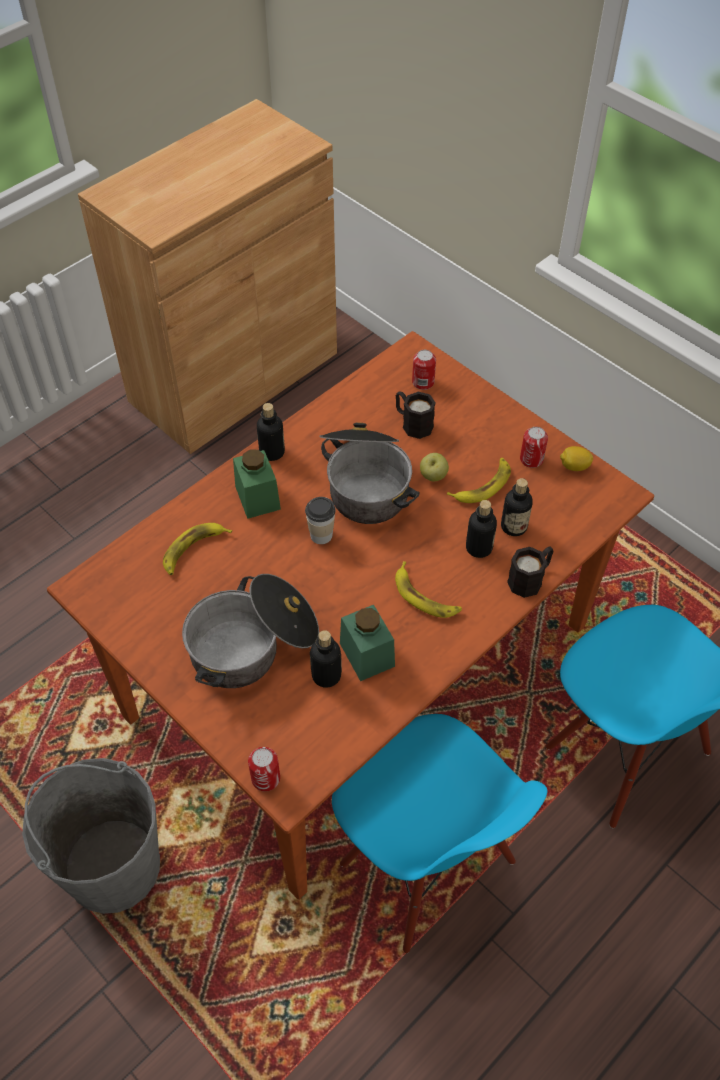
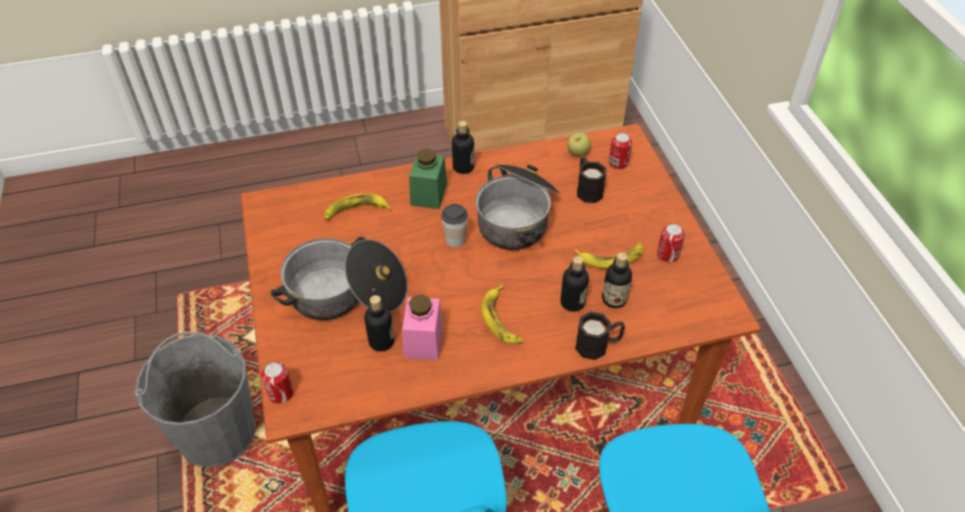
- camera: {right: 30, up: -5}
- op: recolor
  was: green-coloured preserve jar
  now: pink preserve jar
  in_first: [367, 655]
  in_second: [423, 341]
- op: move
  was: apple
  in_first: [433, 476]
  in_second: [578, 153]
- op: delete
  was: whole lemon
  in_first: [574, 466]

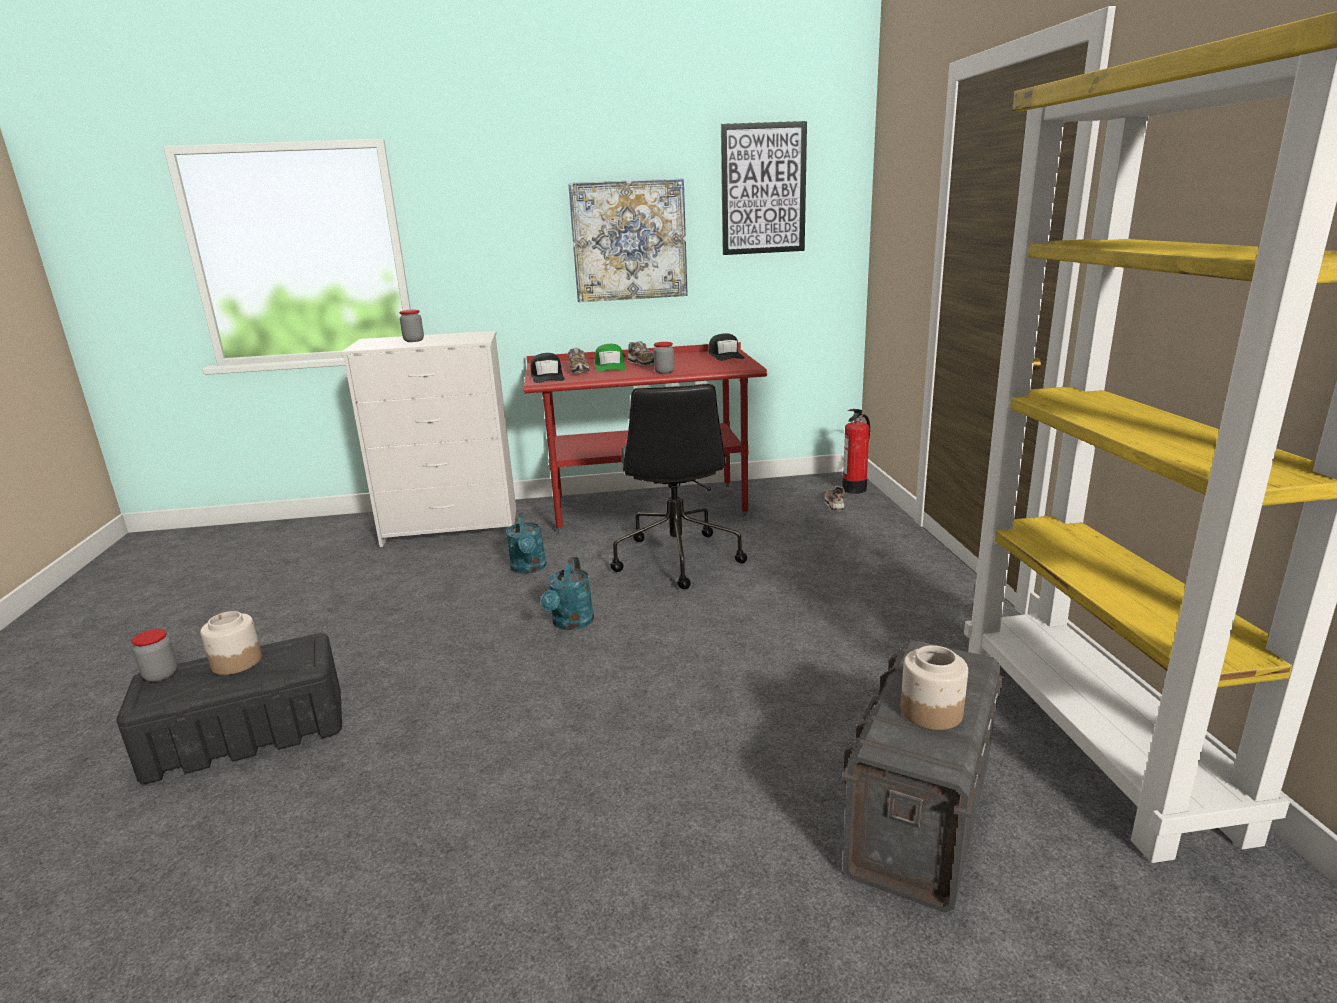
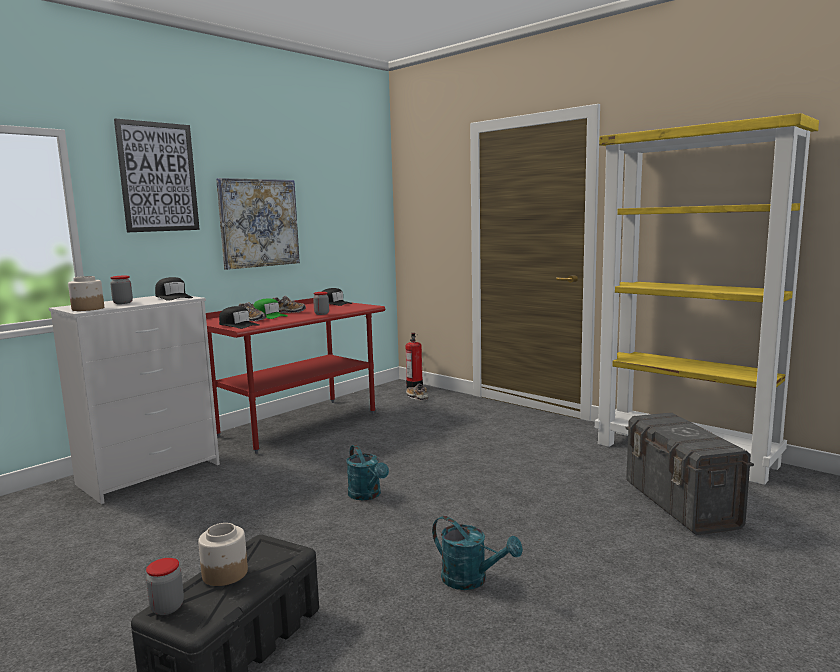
- camera: {right: -40, up: -10}
- op: move
  was: preserve jar
  in_first: [930, 712]
  in_second: [87, 309]
- op: move
  was: wall art
  in_first: [763, 189]
  in_second: [158, 177]
- op: insert
  now: blackish peaked cap
  in_second: [173, 297]
- op: move
  was: turquoise-coloured watering can
  in_first: [529, 568]
  in_second: [471, 580]
- op: delete
  was: blackish desk chair
  in_first: [676, 558]

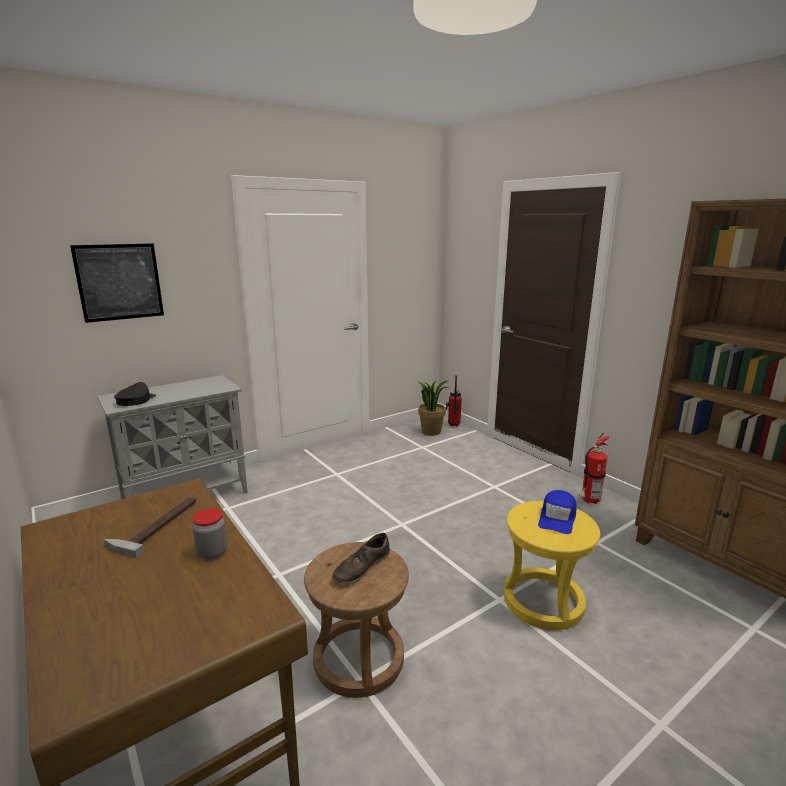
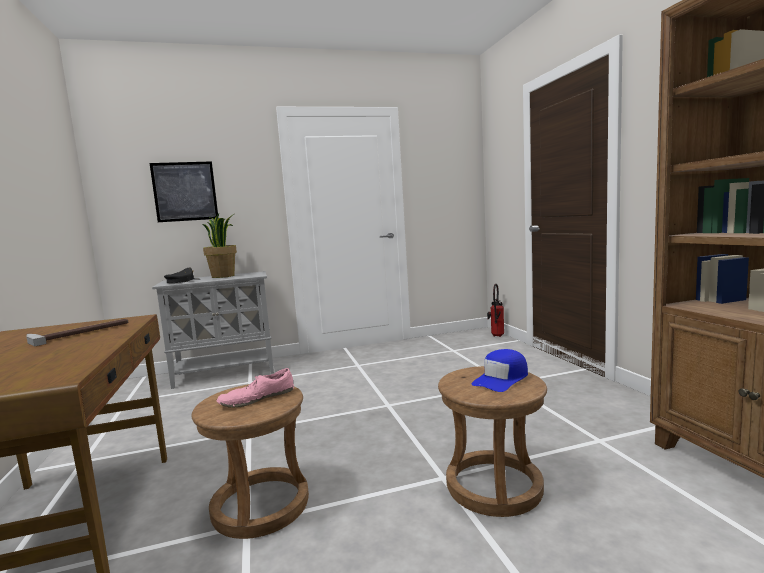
- camera: {right: 20, up: -10}
- op: move
  was: houseplant
  in_first: [431, 431]
  in_second: [223, 276]
- op: recolor
  was: brown-coloured item of footwear
  now: pink item of footwear
  in_first: [361, 567]
  in_second: [257, 398]
- op: recolor
  was: yellowish stool
  now: brown-coloured stool
  in_first: [543, 601]
  in_second: [494, 486]
- op: delete
  was: preserve jar
  in_first: [212, 552]
- op: delete
  was: fire extinguisher
  in_first: [589, 501]

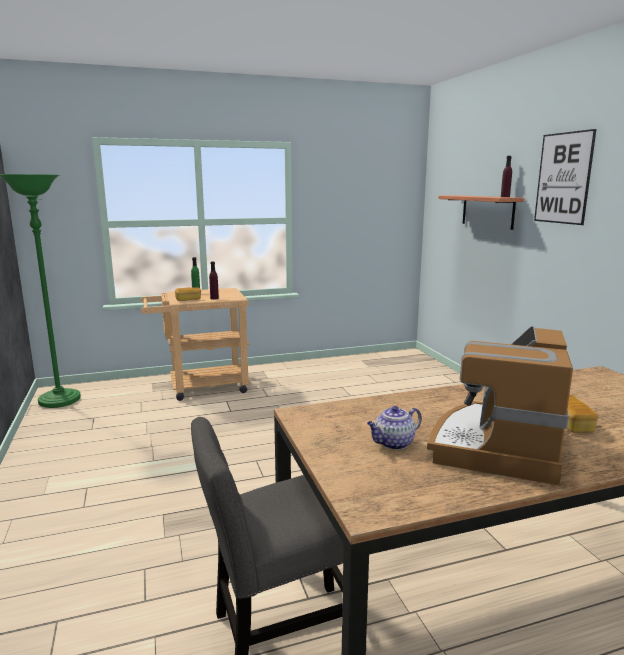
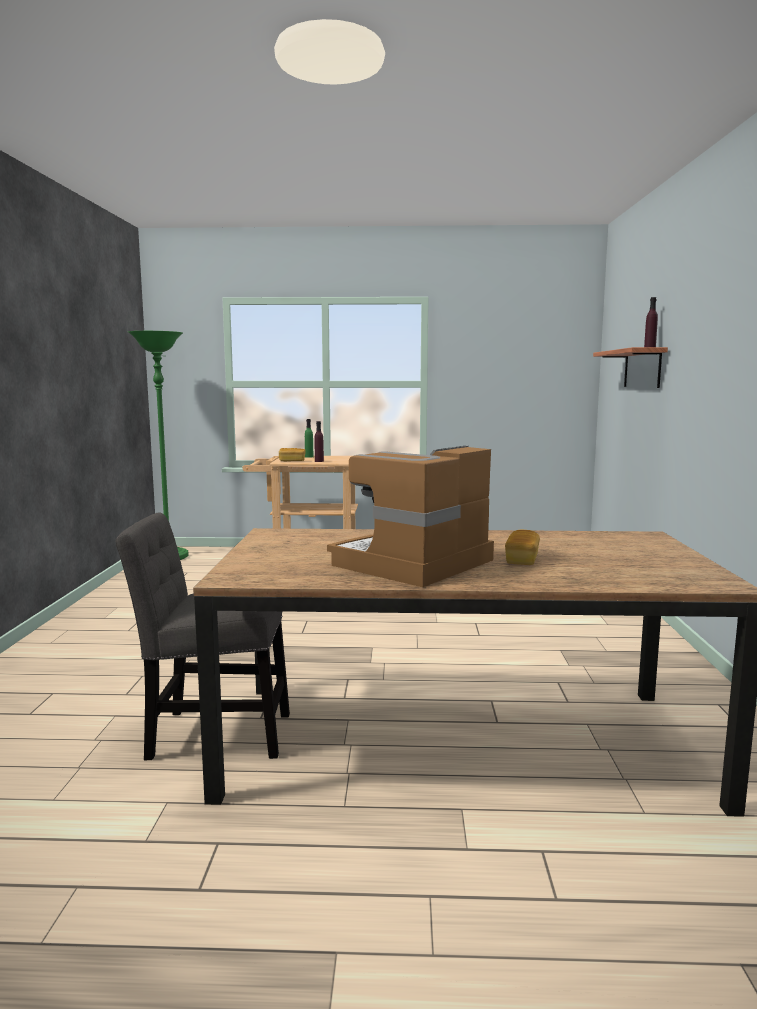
- camera: {right: 20, up: -5}
- op: delete
  was: tea pot
  in_first: [393, 443]
- op: delete
  was: wall art
  in_first: [563, 178]

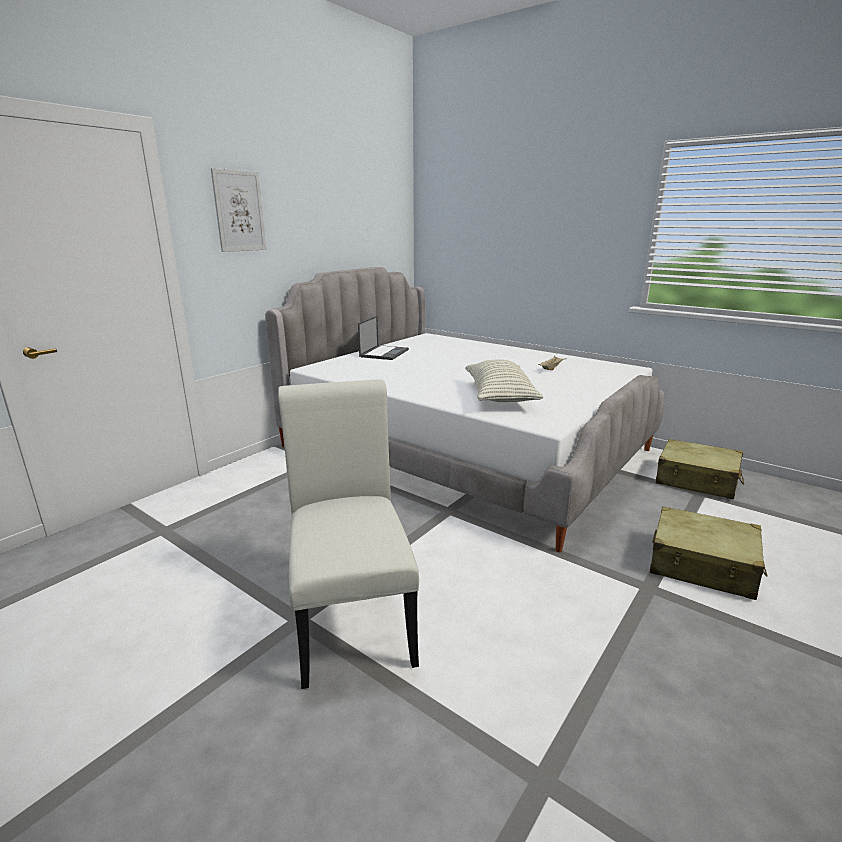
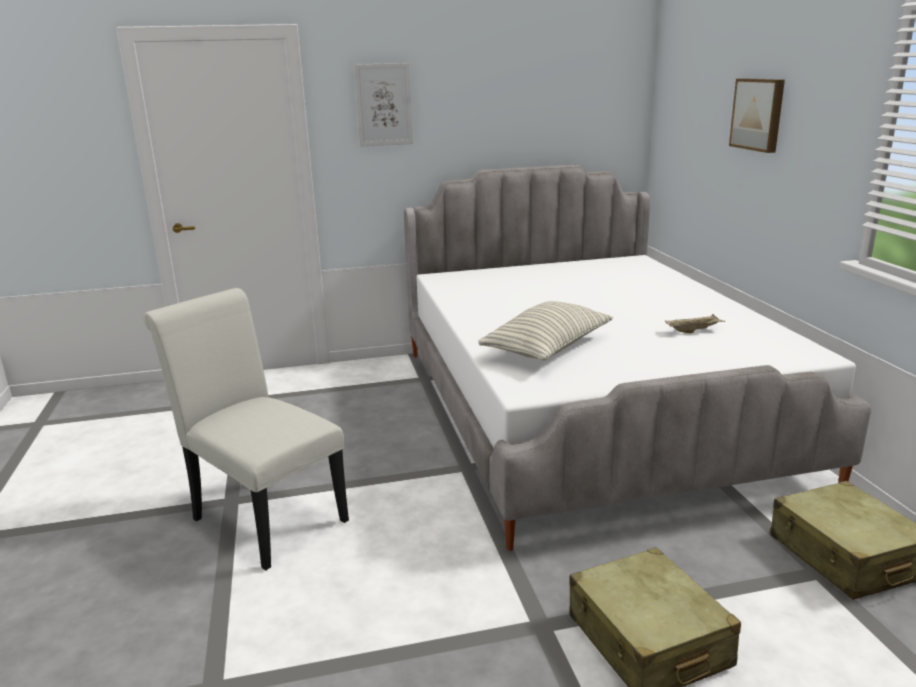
- camera: {right: 40, up: 0}
- op: rotate
  was: white-coloured plain chair
  in_first: [351, 617]
  in_second: [263, 516]
  clockwise: -75
- op: insert
  now: wall art
  in_second: [759, 114]
- op: delete
  was: notebook computer
  in_first: [384, 353]

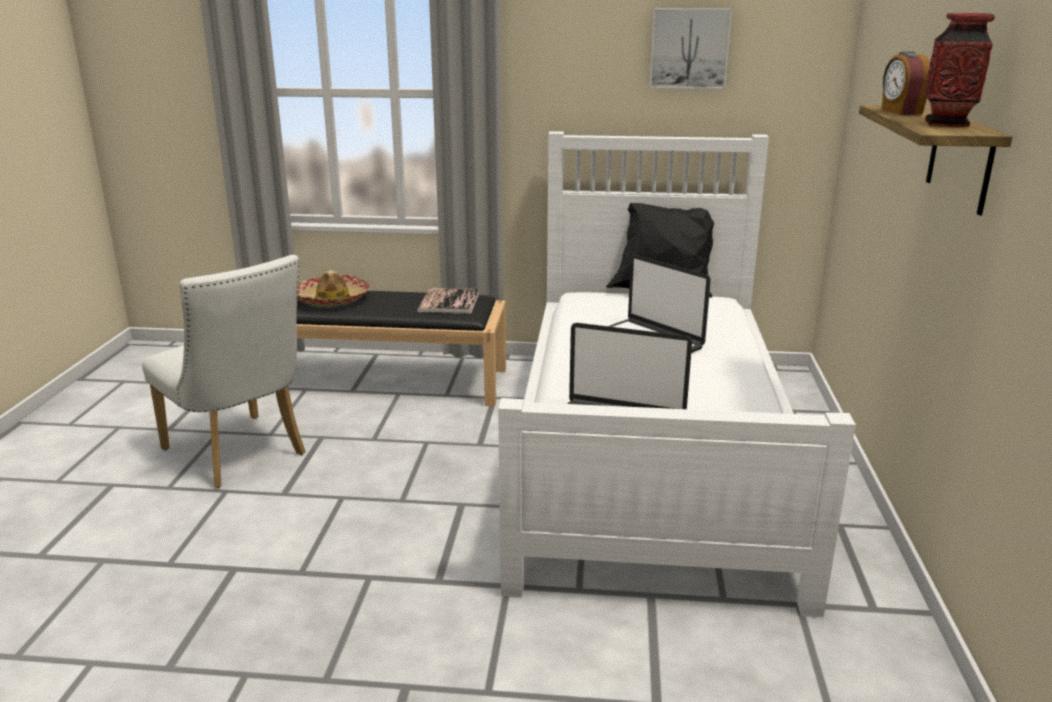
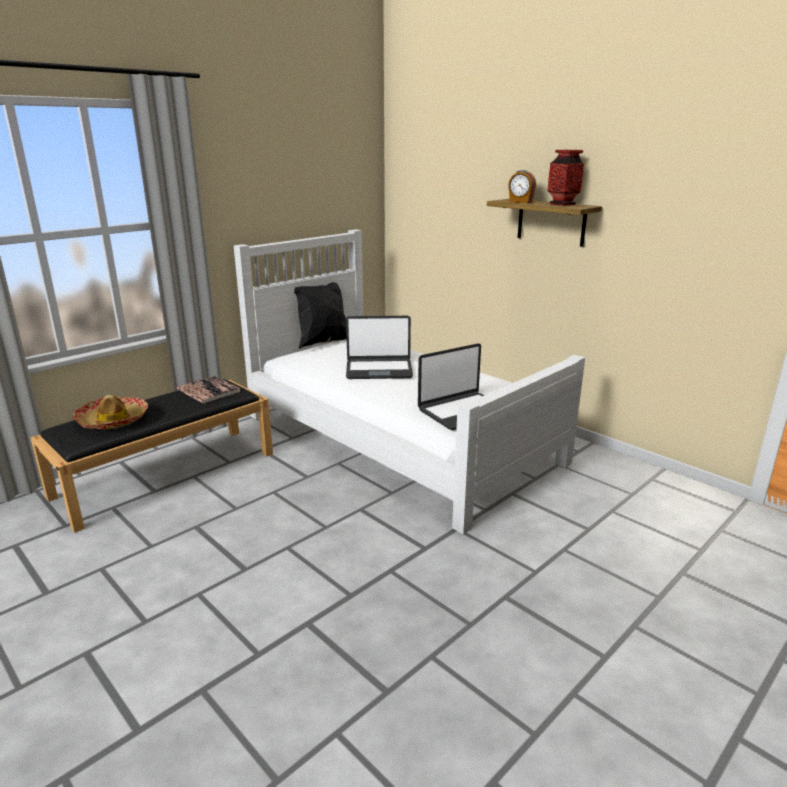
- camera: {right: -50, up: 0}
- op: delete
  was: white-coloured plain chair
  in_first: [240, 455]
- op: delete
  was: wall art
  in_first: [689, 48]

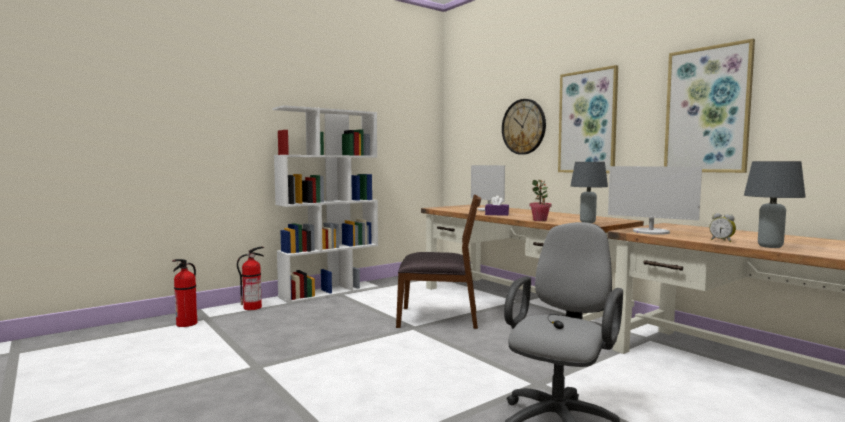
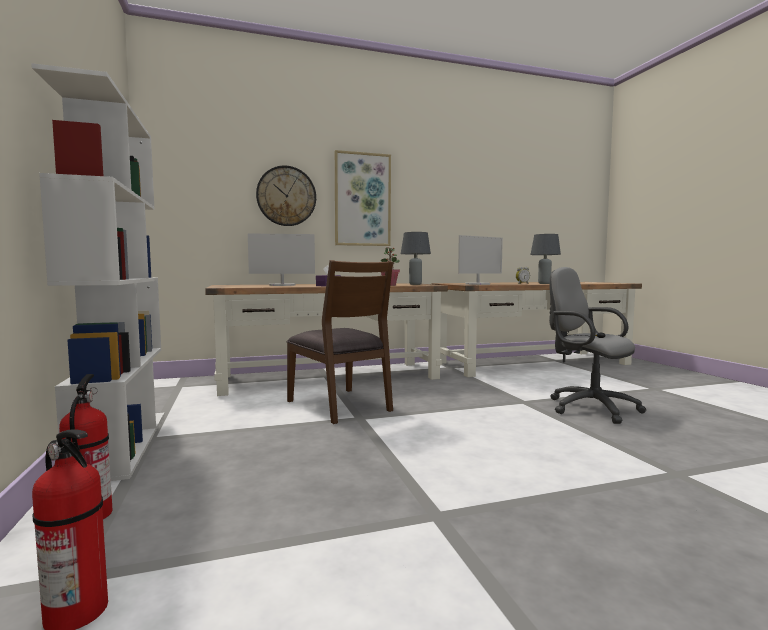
- camera: {right: -70, up: 0}
- op: rotate
  was: brown-coloured plain chair
  in_first: [439, 318]
  in_second: [340, 405]
  clockwise: 120
- op: delete
  was: wall art
  in_first: [707, 110]

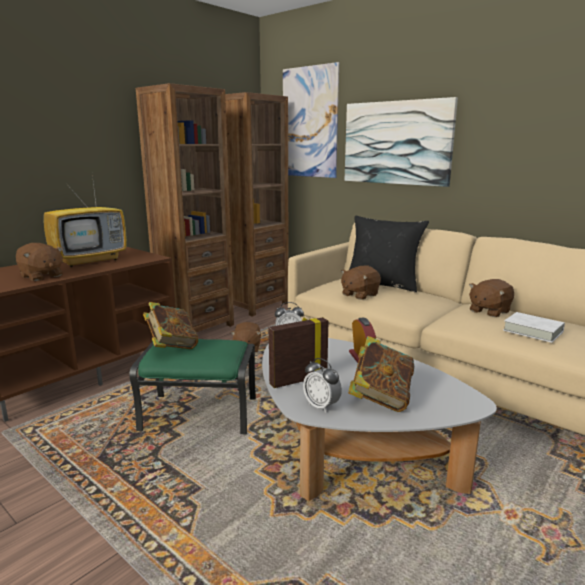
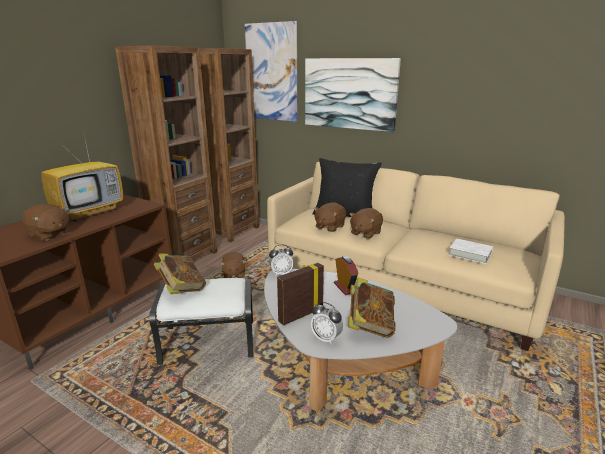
- camera: {right: -10, up: 5}
- op: recolor
  was: green-coloured footrest
  now: white-coloured footrest
  in_first: [200, 414]
  in_second: [209, 342]
- op: move
  was: brown-coloured plush toy
  in_first: [489, 311]
  in_second: [365, 233]

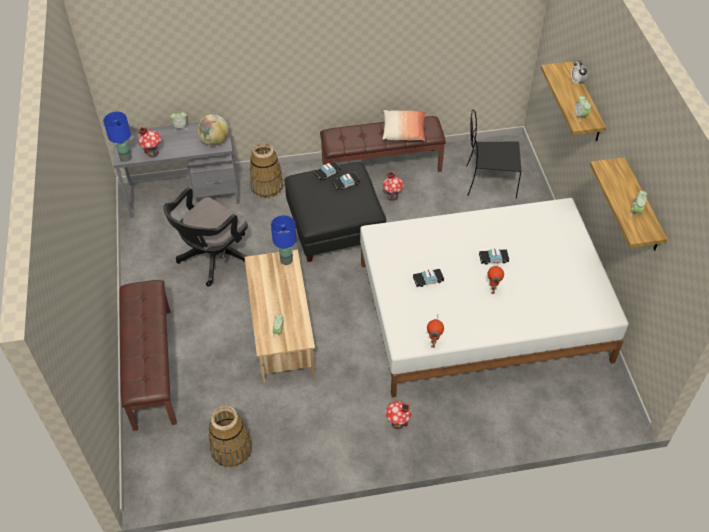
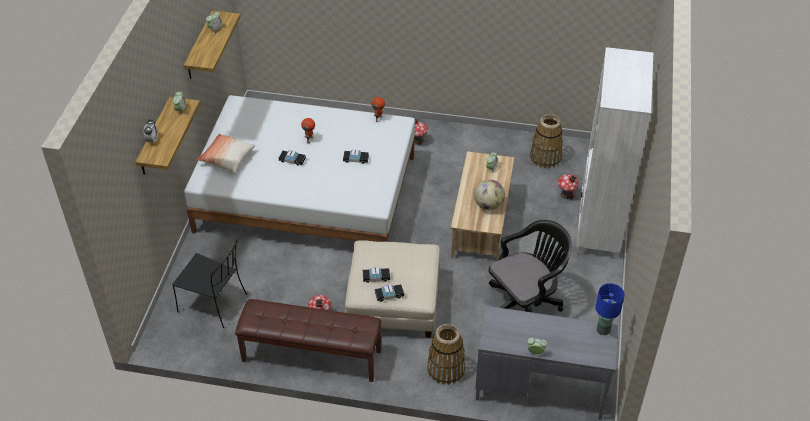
- camera: {right: -160, up: -5}
- op: move
  was: pillow
  in_first: [404, 131]
  in_second: [227, 159]
- op: recolor
  was: blackish footrest
  now: sand-coloured footrest
  in_first: [335, 226]
  in_second: [393, 303]
- op: move
  was: world globe
  in_first: [214, 141]
  in_second: [488, 205]
- op: move
  was: model house
  in_first: [153, 153]
  in_second: [566, 195]
- op: replace
  was: brown-coloured indoor bench
  now: white-coloured bookshelf
  in_first: [152, 367]
  in_second: [598, 226]
- op: delete
  was: bluish table lamp
  in_first: [287, 260]

